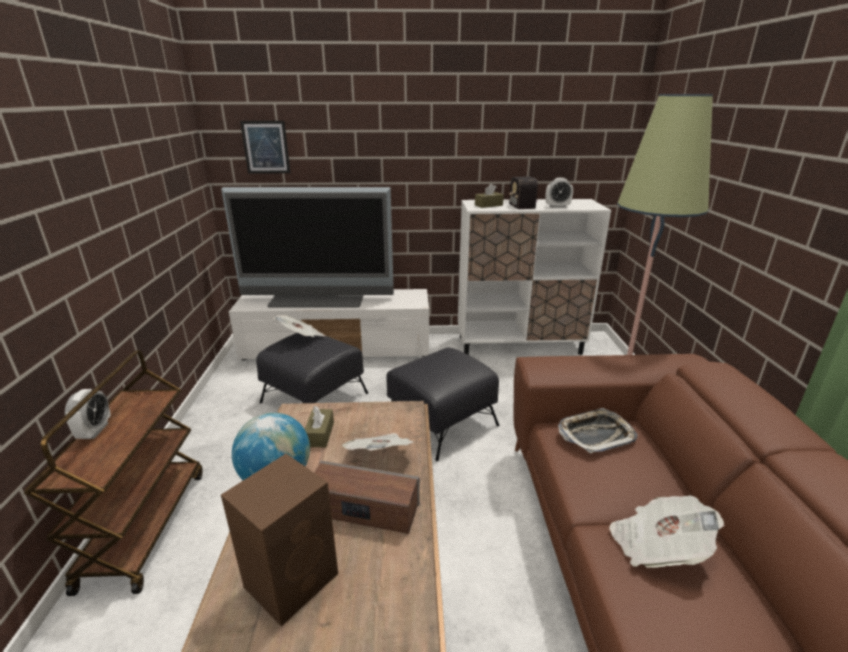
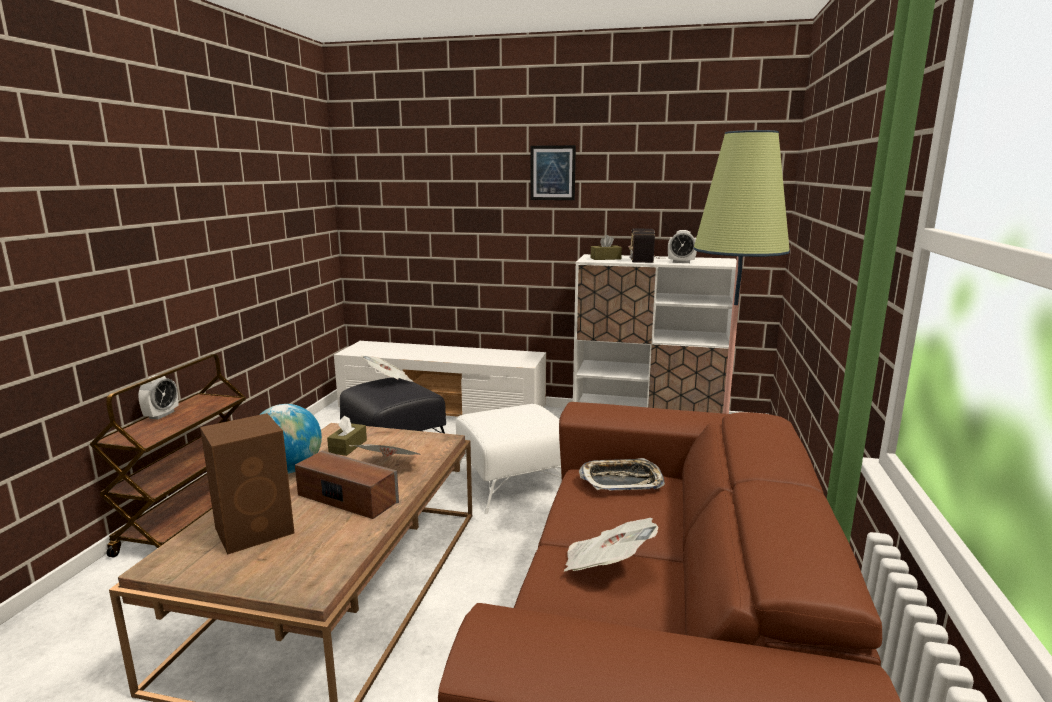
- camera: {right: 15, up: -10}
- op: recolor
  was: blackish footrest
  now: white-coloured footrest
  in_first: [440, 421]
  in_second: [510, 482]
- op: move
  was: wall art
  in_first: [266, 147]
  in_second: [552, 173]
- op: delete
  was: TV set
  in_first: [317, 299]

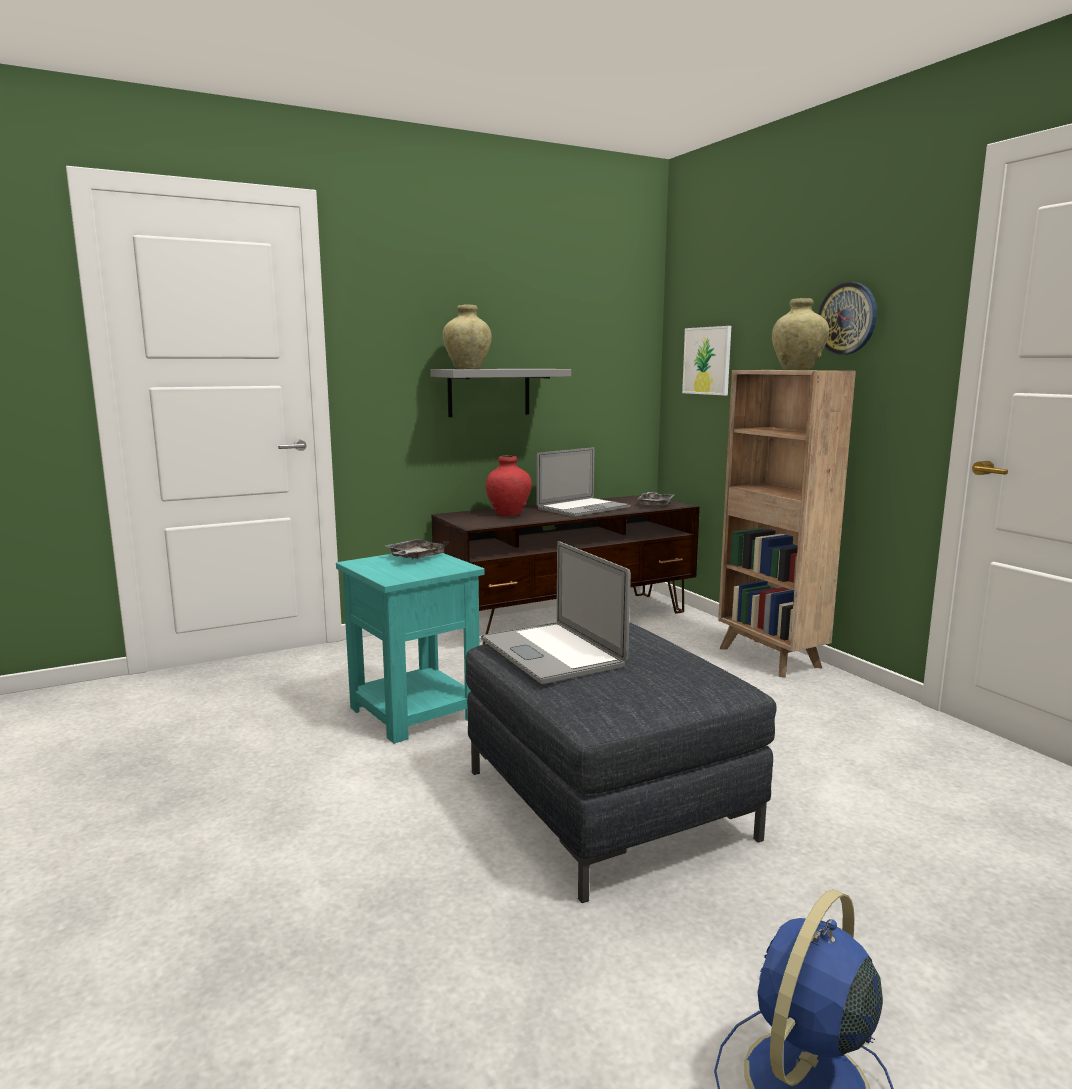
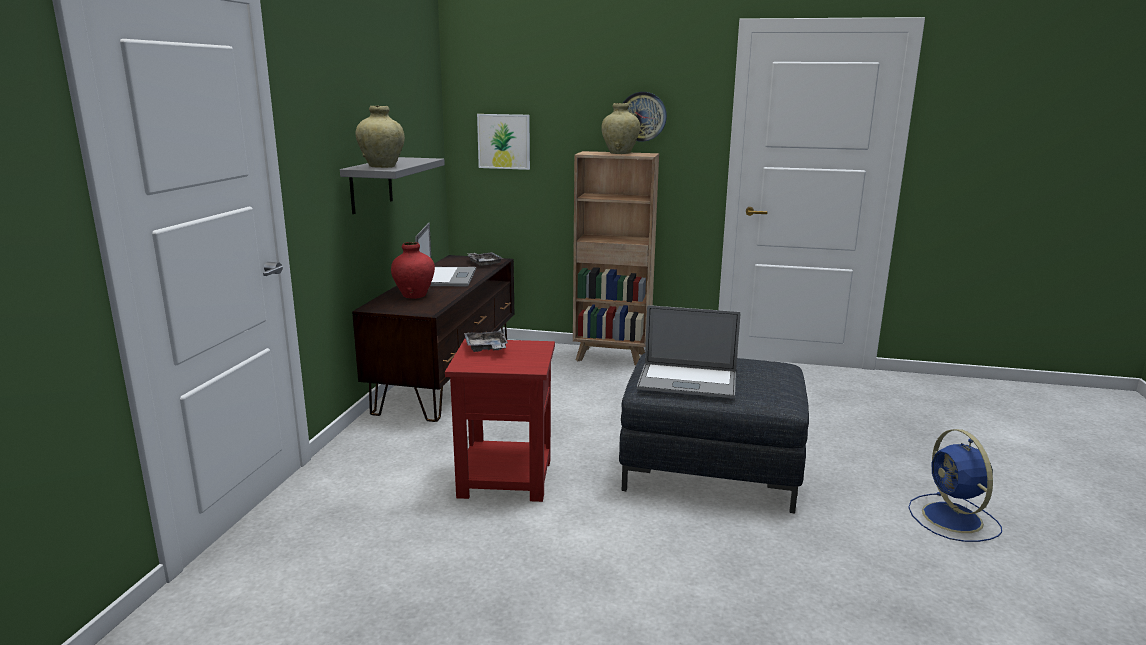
- camera: {right: -50, up: 5}
- op: recolor
  was: turquoise-coloured end table
  now: red-coloured end table
  in_first: [413, 712]
  in_second: [504, 478]

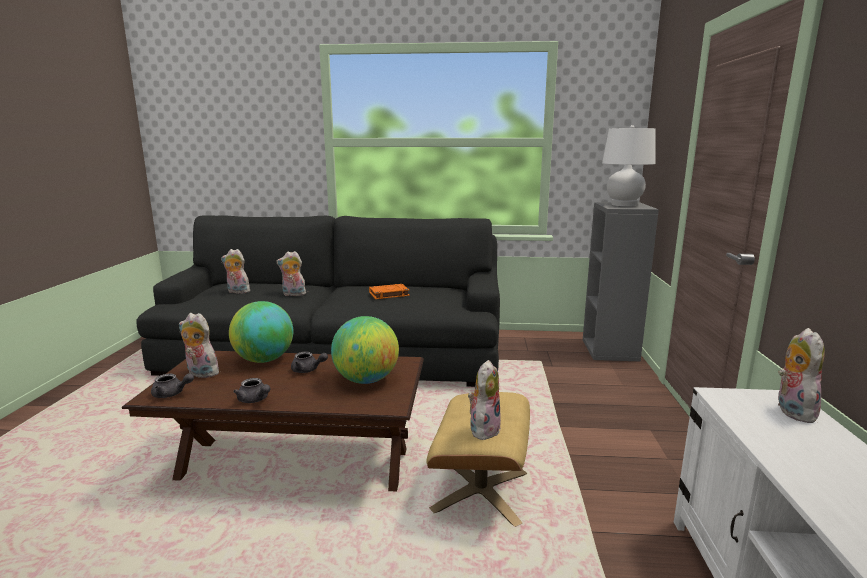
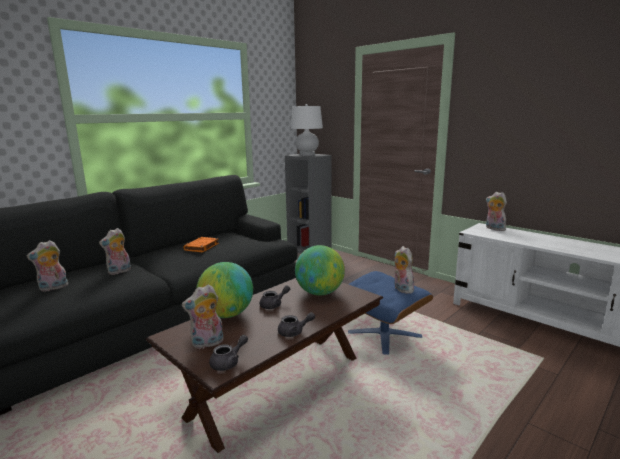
- camera: {right: -50, up: 0}
- op: recolor
  was: sand-coloured footrest
  now: bluish footrest
  in_first: [481, 491]
  in_second: [385, 334]

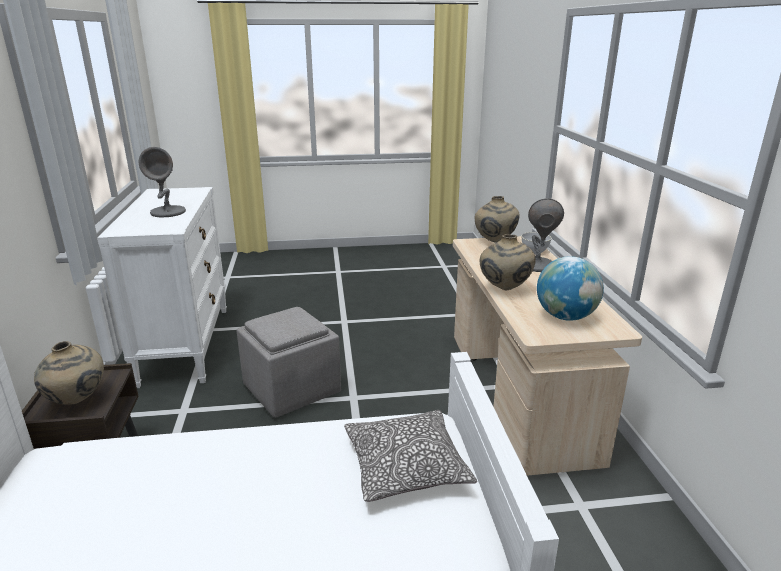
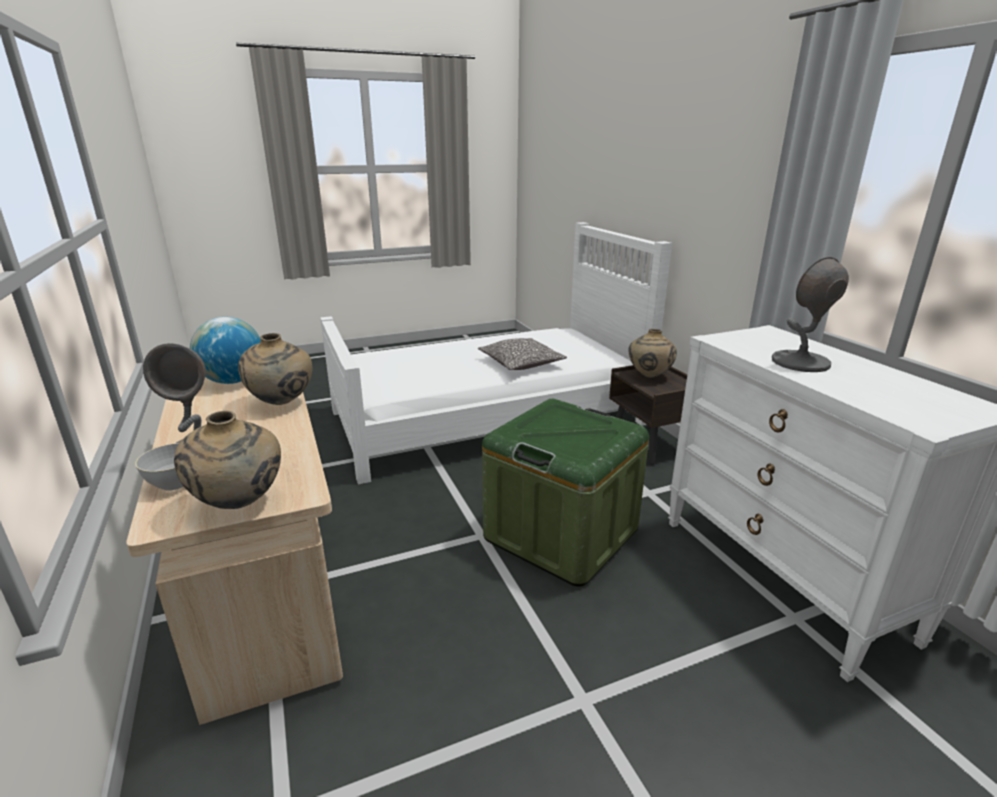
- camera: {right: 165, up: 0}
- op: move
  was: pillow
  in_first: [406, 466]
  in_second: [521, 363]
- op: replace
  was: grey footrest
  now: green-coloured storage box
  in_first: [292, 389]
  in_second: [561, 534]

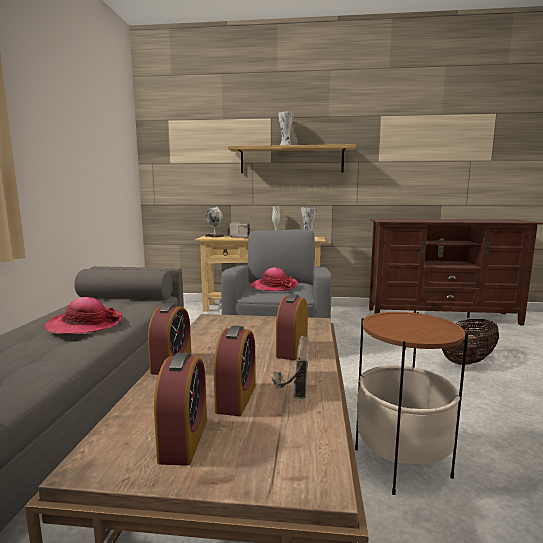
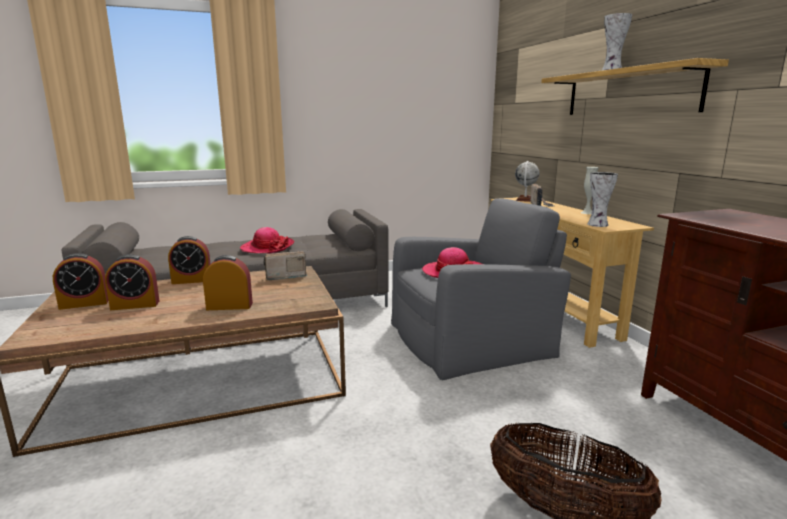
- camera: {right: 65, up: 5}
- op: move
  was: radio
  in_first: [291, 385]
  in_second: [284, 276]
- op: delete
  was: end table
  in_first: [402, 462]

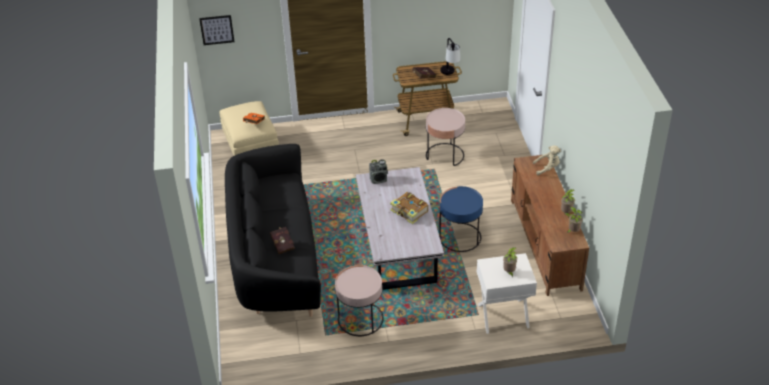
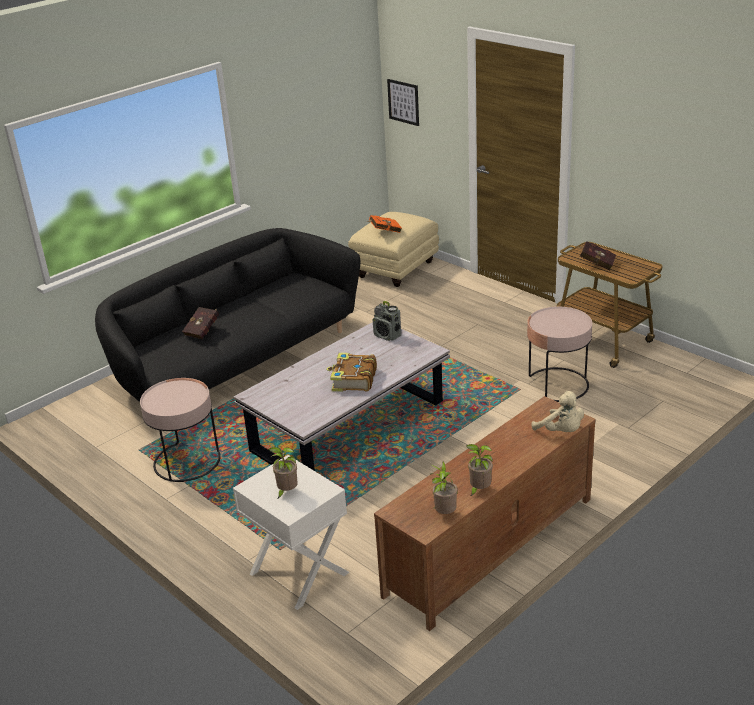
- camera: {right: 55, up: -10}
- op: delete
  was: bluish end table
  in_first: [460, 237]
- op: delete
  was: table lamp
  in_first: [450, 74]

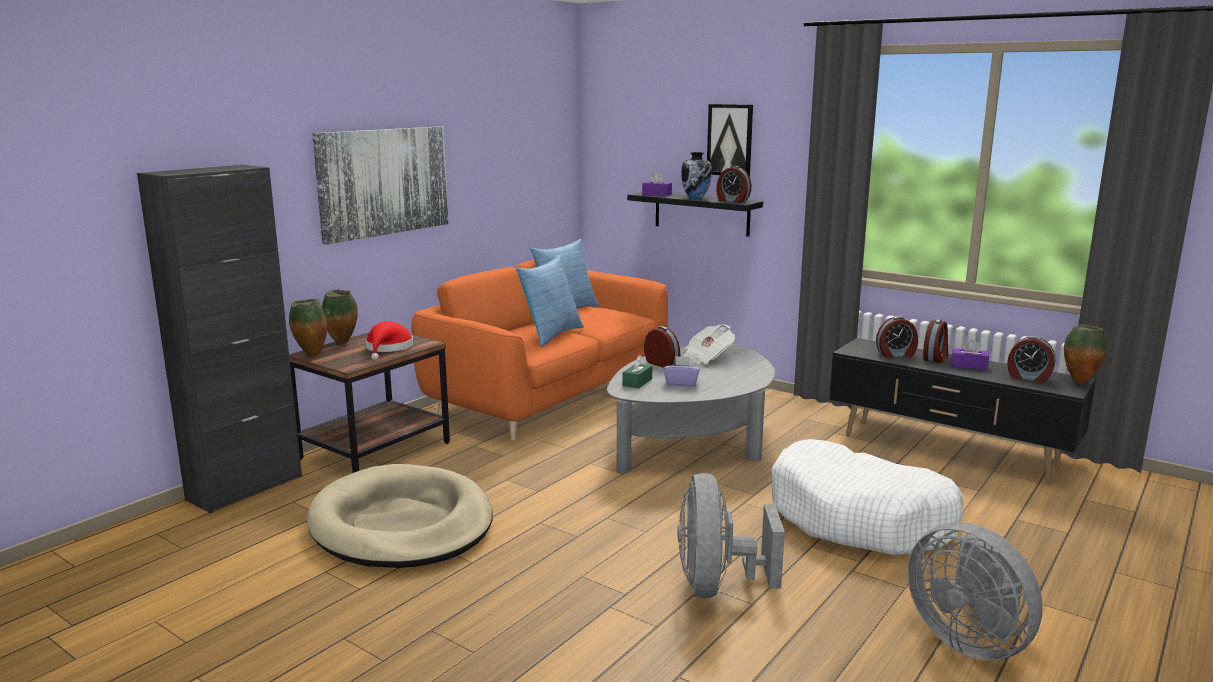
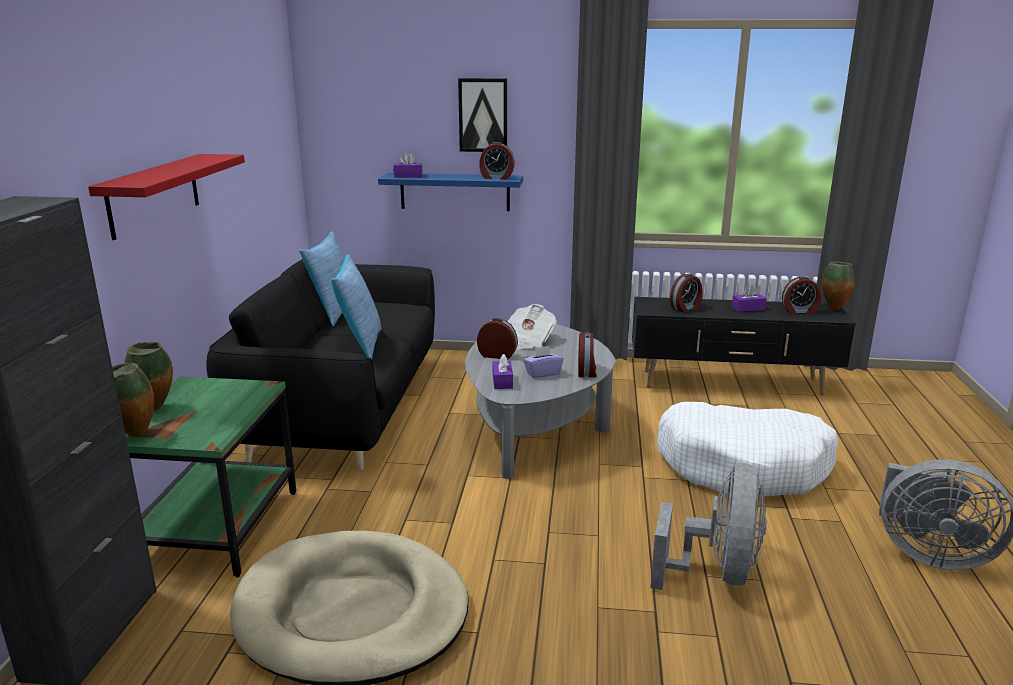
- camera: {right: -30, up: 5}
- op: replace
  was: wall art
  now: red-coloured bracket shelf
  in_first: [384, 182]
  in_second: [154, 194]
- op: recolor
  was: brown-coloured end table
  now: green-coloured end table
  in_first: [374, 451]
  in_second: [215, 528]
- op: recolor
  was: orange couch
  now: blackish couch
  in_first: [548, 396]
  in_second: [343, 408]
- op: recolor
  was: blackish bracket shelf
  now: bluish bracket shelf
  in_first: [701, 213]
  in_second: [454, 192]
- op: recolor
  was: green-coloured tissue holder
  now: purple tissue holder
  in_first: [637, 382]
  in_second: [502, 381]
- op: move
  was: bedside clock
  in_first: [936, 358]
  in_second: [587, 371]
- op: rotate
  was: grey cooling fan
  in_first: [717, 586]
  in_second: [716, 572]
  clockwise: -135
- op: delete
  was: red-coloured hat
  in_first: [388, 348]
- op: delete
  was: flower vase
  in_first: [696, 198]

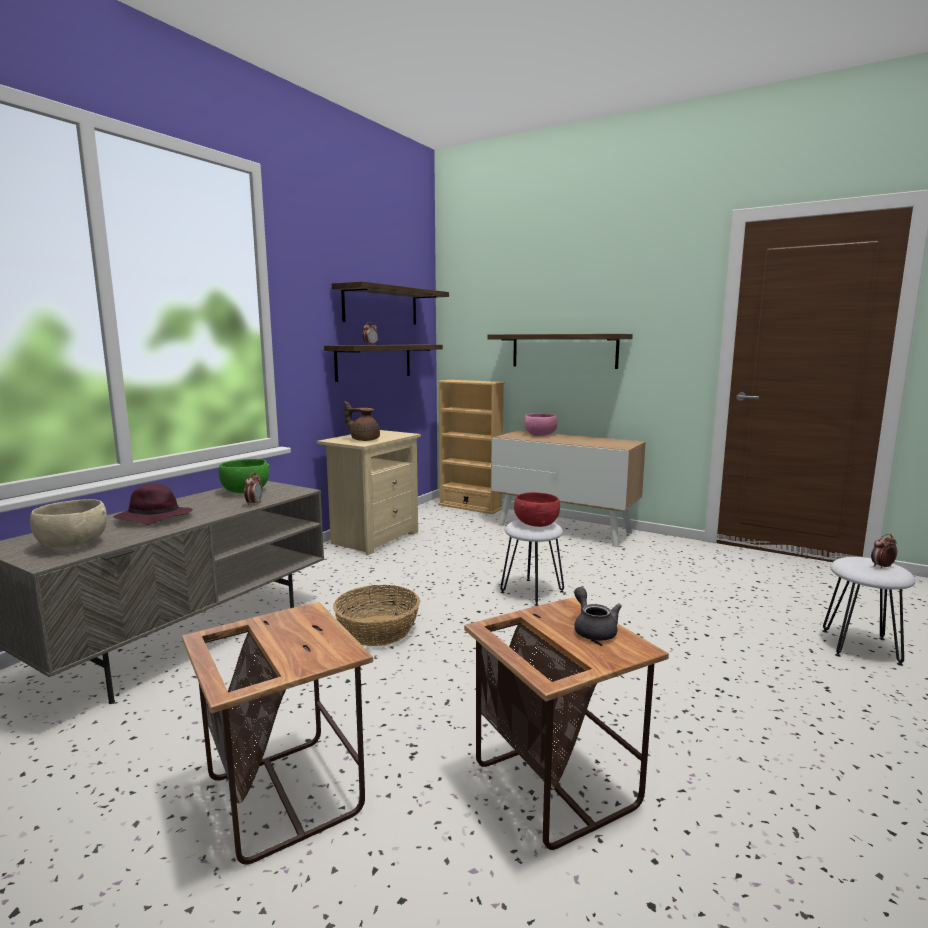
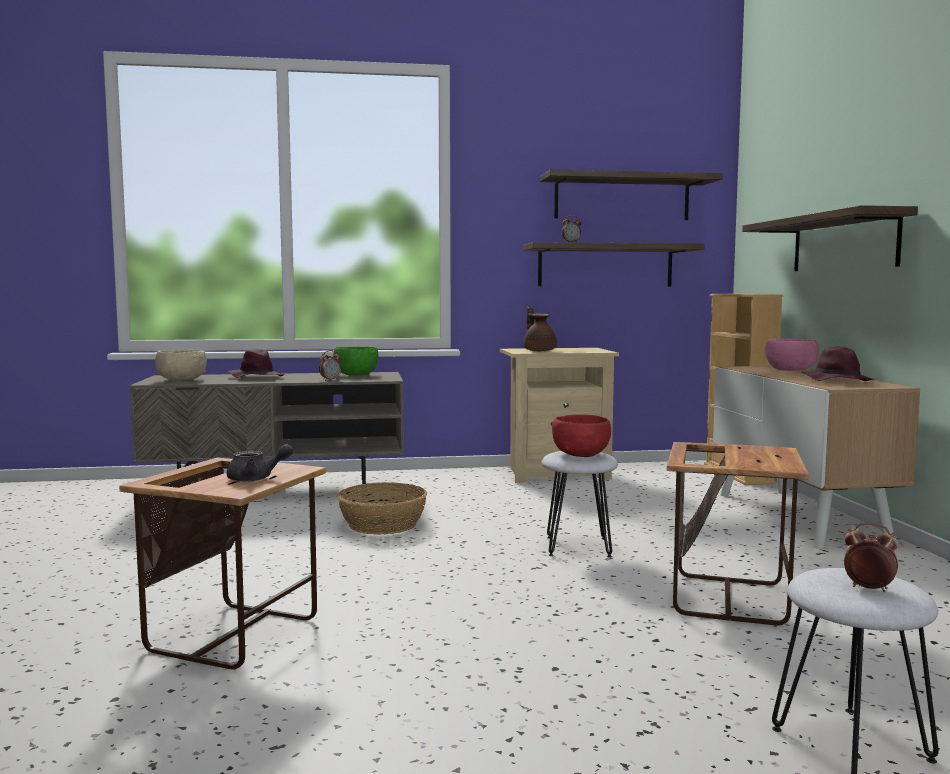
- camera: {right: 50, up: -5}
- op: rotate
  was: grey tea pot
  in_first: [593, 629]
  in_second: [256, 478]
  clockwise: 45
- op: move
  was: end table
  in_first: [284, 794]
  in_second: [729, 598]
- op: insert
  now: purple hat
  in_second: [836, 381]

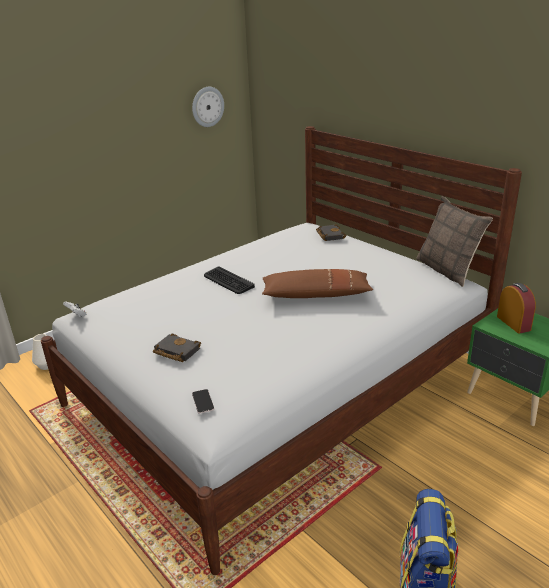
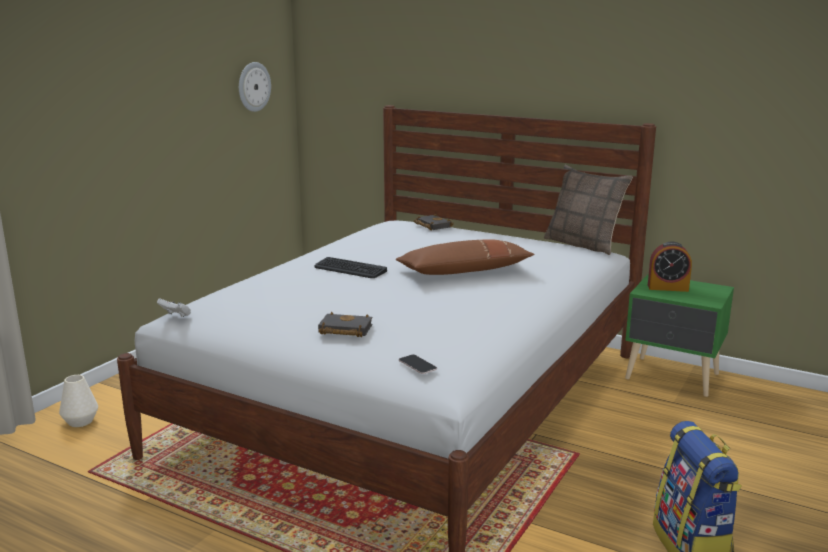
- camera: {right: -20, up: -10}
- op: rotate
  was: bedside clock
  in_first: [513, 323]
  in_second: [668, 288]
  clockwise: 135

